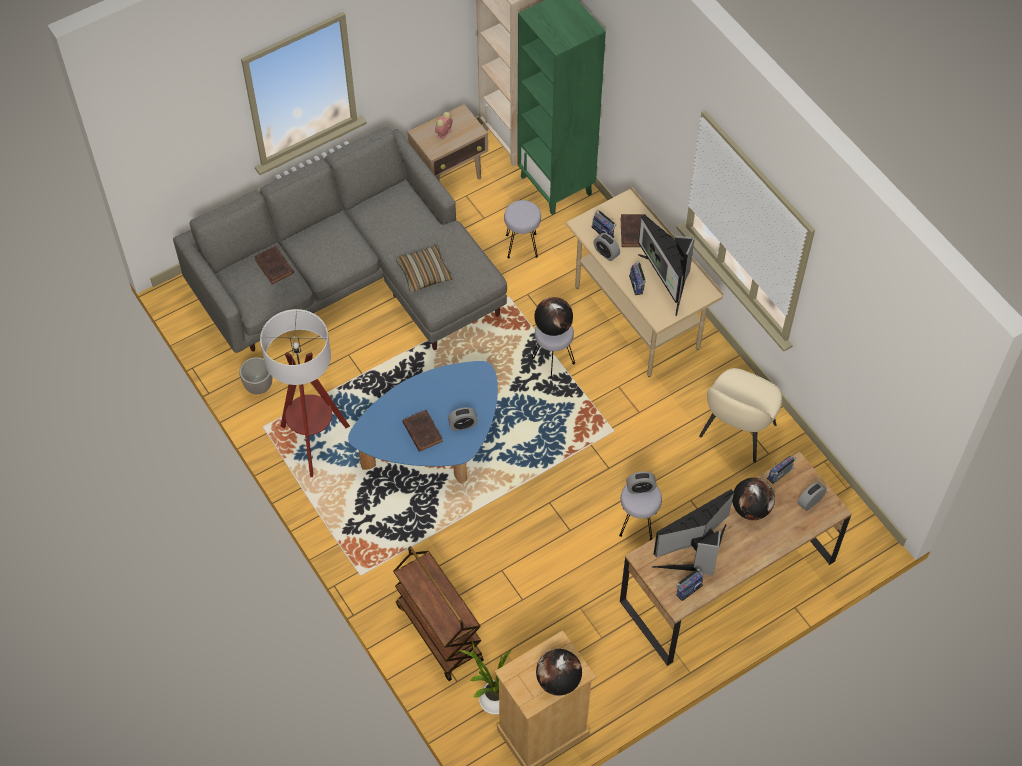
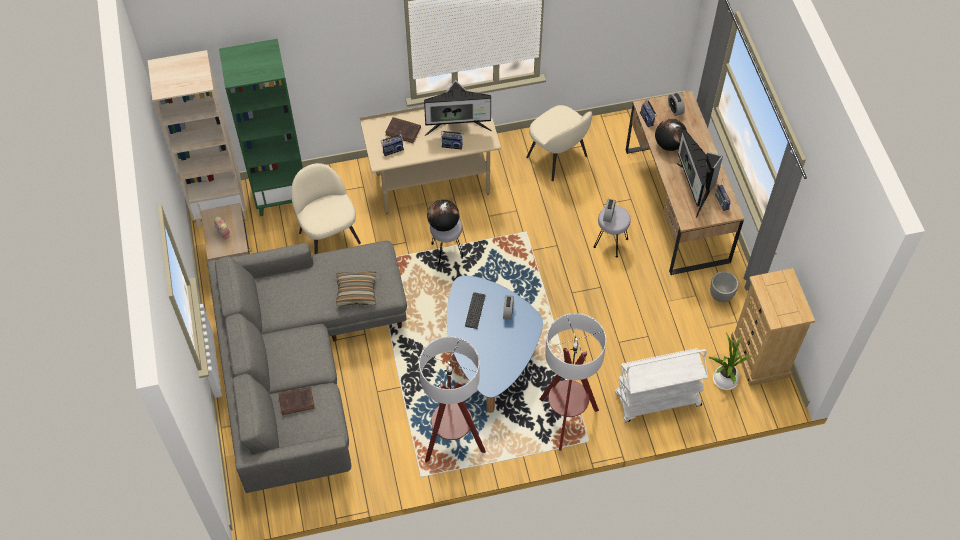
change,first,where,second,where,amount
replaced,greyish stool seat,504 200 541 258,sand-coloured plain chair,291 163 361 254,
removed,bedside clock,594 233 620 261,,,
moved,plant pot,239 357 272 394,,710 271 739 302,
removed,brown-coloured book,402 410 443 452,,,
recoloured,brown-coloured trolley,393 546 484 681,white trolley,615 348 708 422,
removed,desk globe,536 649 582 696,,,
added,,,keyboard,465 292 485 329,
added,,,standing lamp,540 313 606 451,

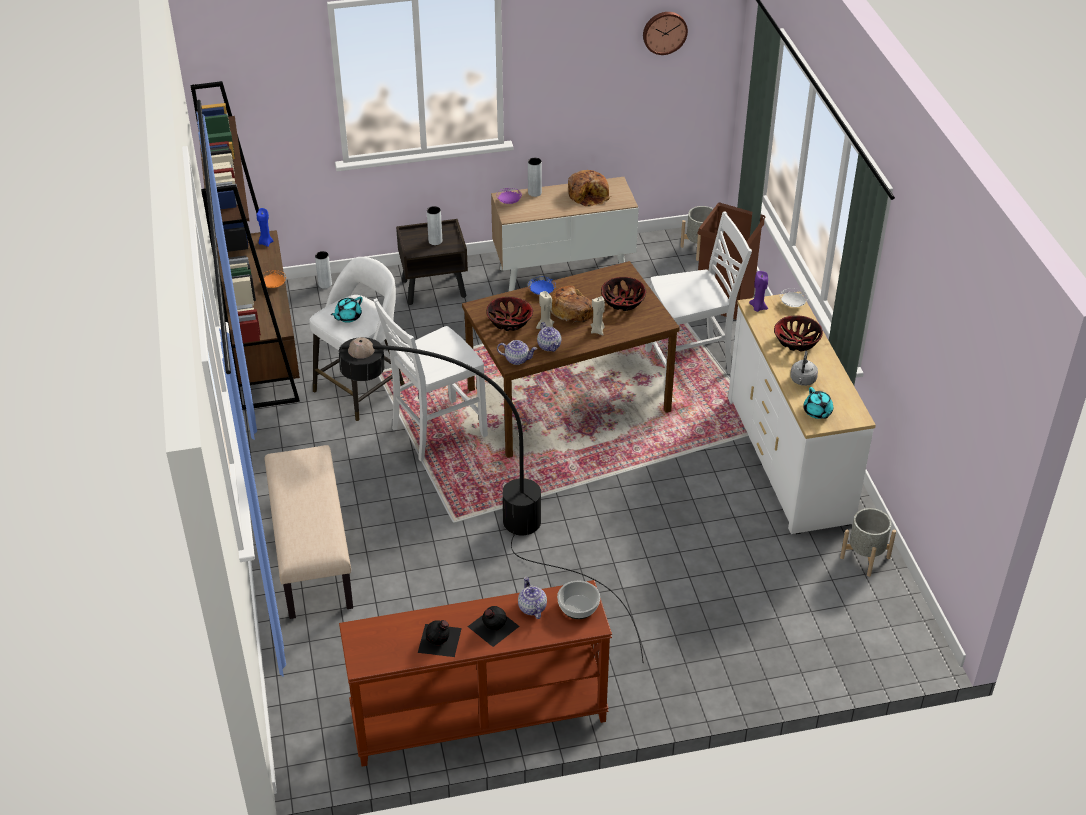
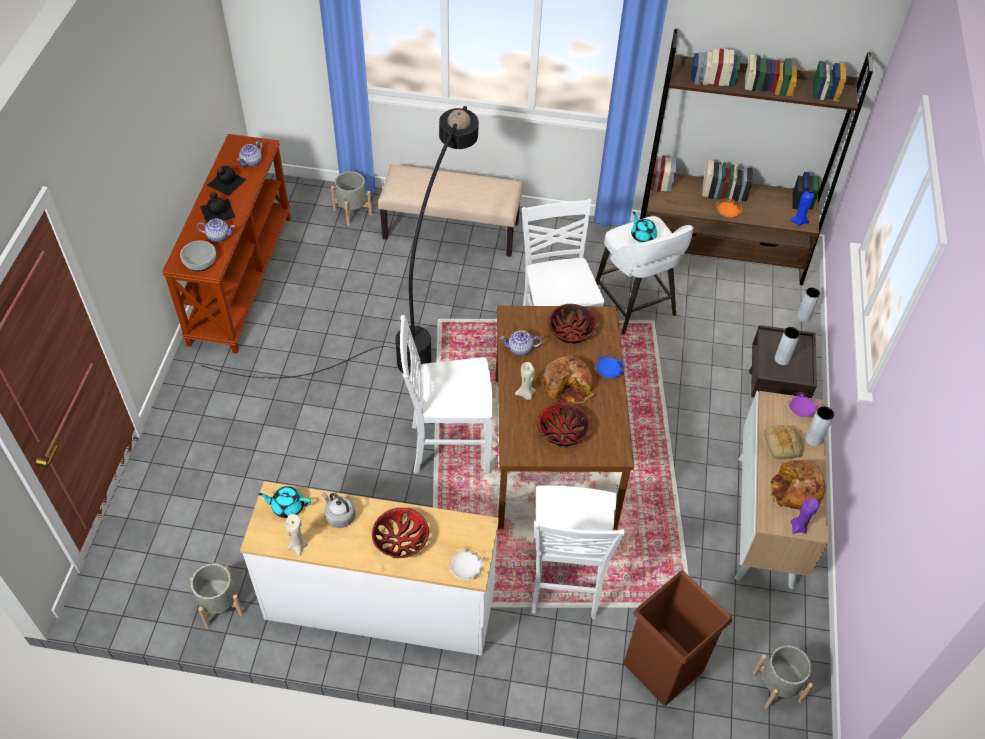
change,first,where,second,where,amount
removed,wall clock,643 12 688 55,,,
moved,purplish wax candle,749 271 768 312,,790 498 819 534,
moved,sand-coloured wax candle,536 291 554 329,,285 514 308 556,
moved,pot for tea,497 340 537 365,,237 141 262 167,
added,,,greyish plant pot,331 171 372 226,
added,,,white plain chair,400 315 493 474,
added,,,baked bread,764 425 803 459,

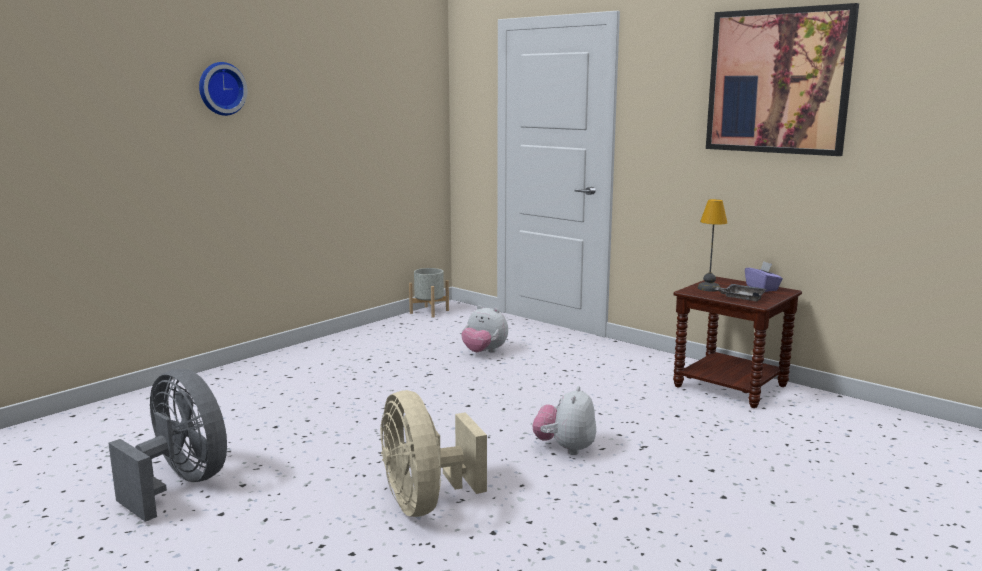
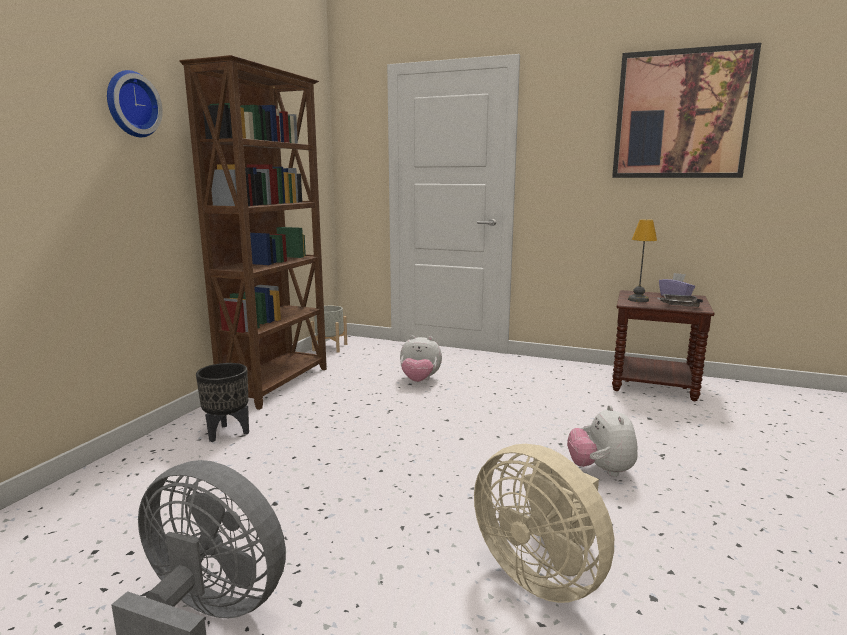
change,first,where,second,where,amount
added,,,brown-coloured bookshelf,179 55 327 410,
added,,,black-coloured plant pot,196 363 249 442,

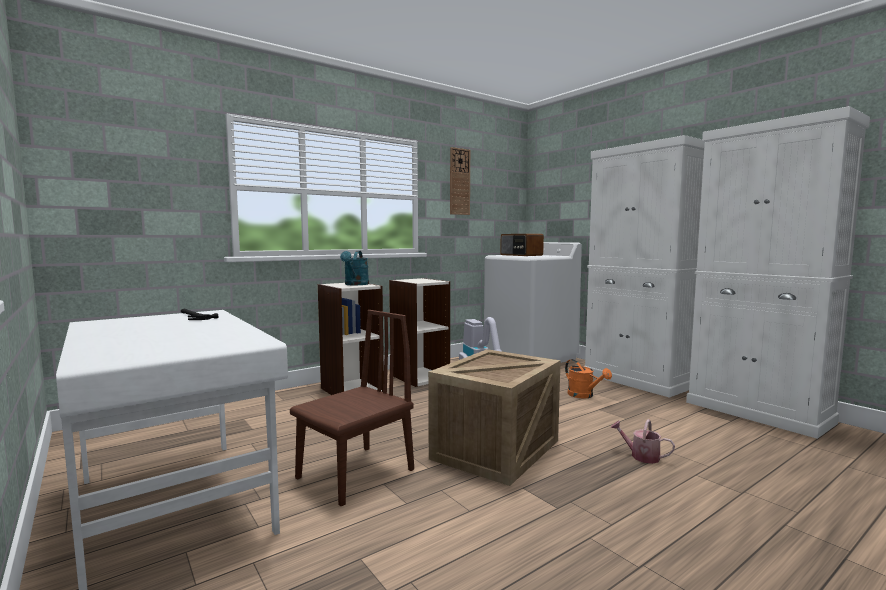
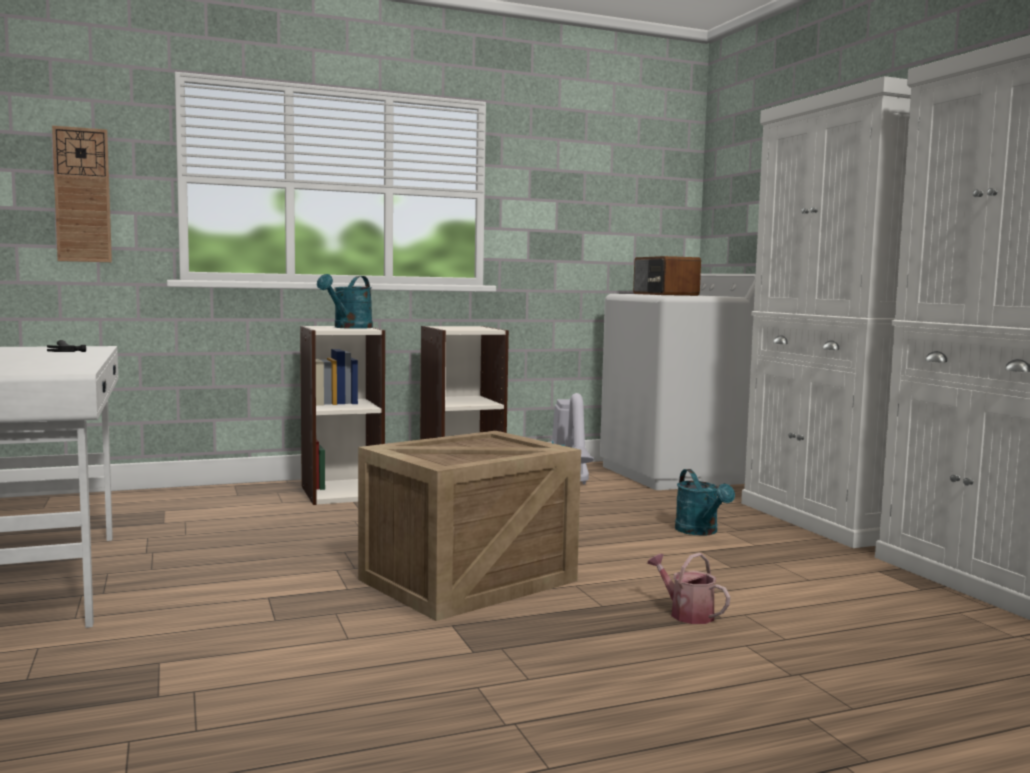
change,first,where,second,where,amount
moved,wall clock,450 147 470 215,,52 126 112 262,
removed,brown-coloured plain chair,290 310 414 507,,,
recoloured,orange-coloured watering pot,565 359 612 399,turquoise-coloured watering pot,675 469 735 536,

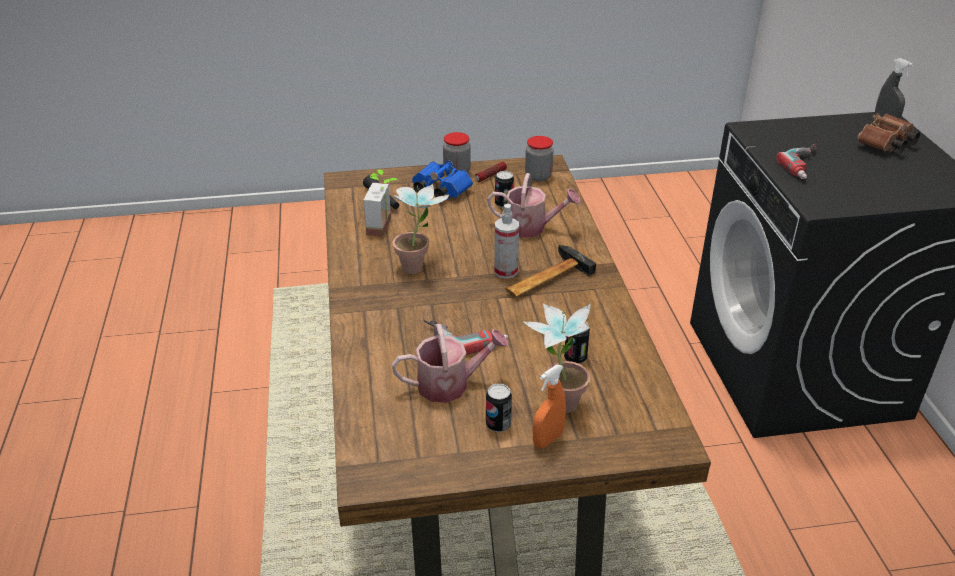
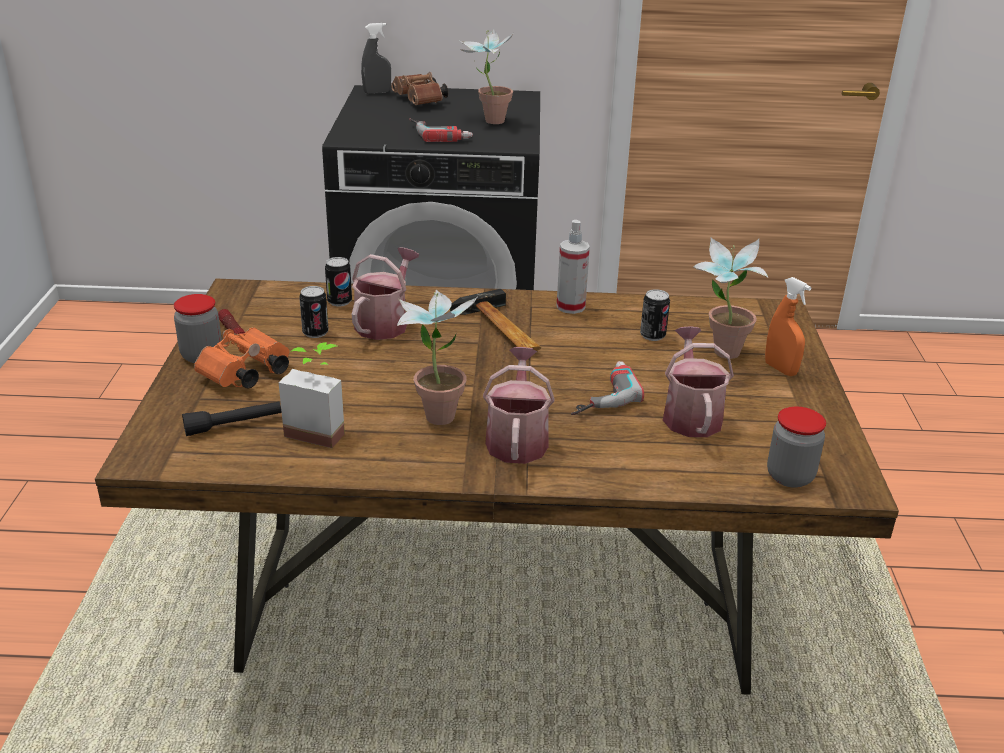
change,first,where,second,where,amount
moved,jar,525 136 554 181,,767 407 826 488,
recoloured,blue binoculars,412 160 473 200,orange-coloured binoculars,194 327 289 389,
moved,spray bottle,494 204 519 279,,557 220 590 314,
moved,metal can,486 383 512 432,,325 257 352 306,
added,,,potted plant,460 29 513 124,
added,,,watering pot,483 347 555 464,

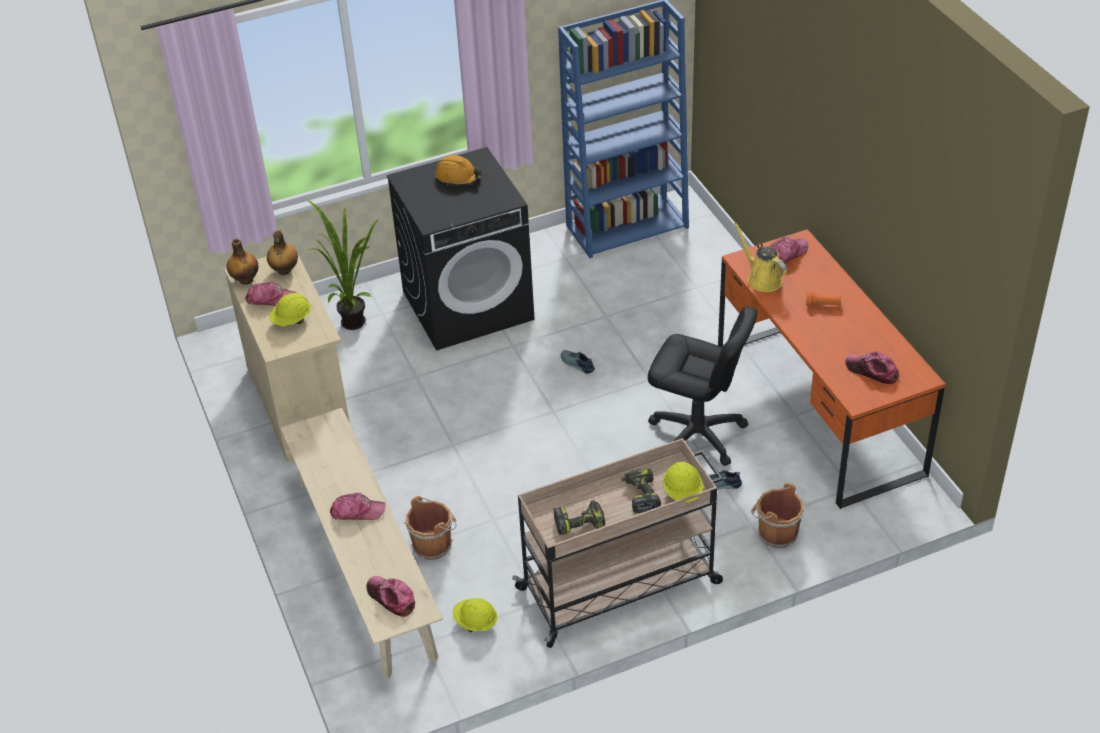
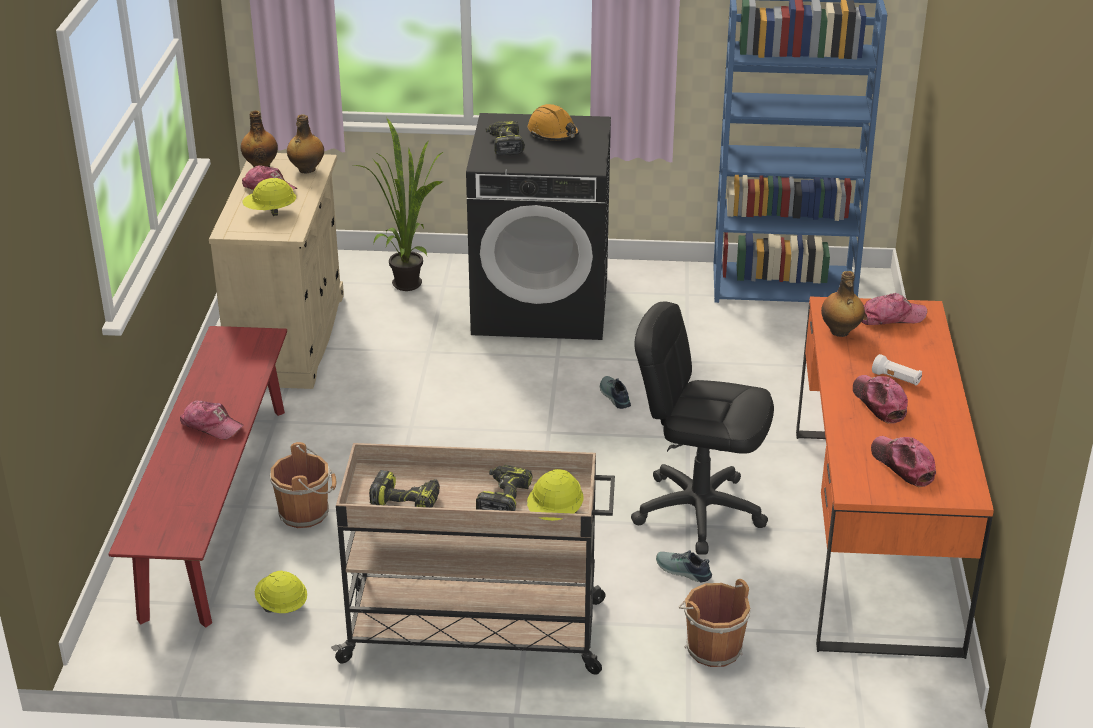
change,first,where,second,where,amount
replaced,yellow watering pot,734 222 787 292,drink bottle,821 271 865 337,
recoloured,orange-coloured flashlight,806 291 841 306,white flashlight,872 354 922 385,
turned,black-coloured desk chair,648 306 758 466,,631 302 774 555,150 degrees clockwise
recoloured,sand-coloured indoor bench,280 408 443 679,red indoor bench,108 326 287 627,
moved,cap,366 576 415 617,,853 375 908 424,
added,,,drill,486 121 525 155,

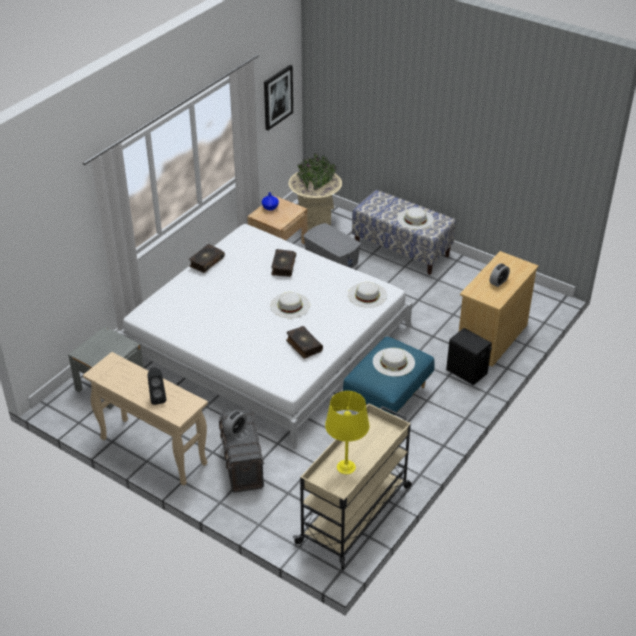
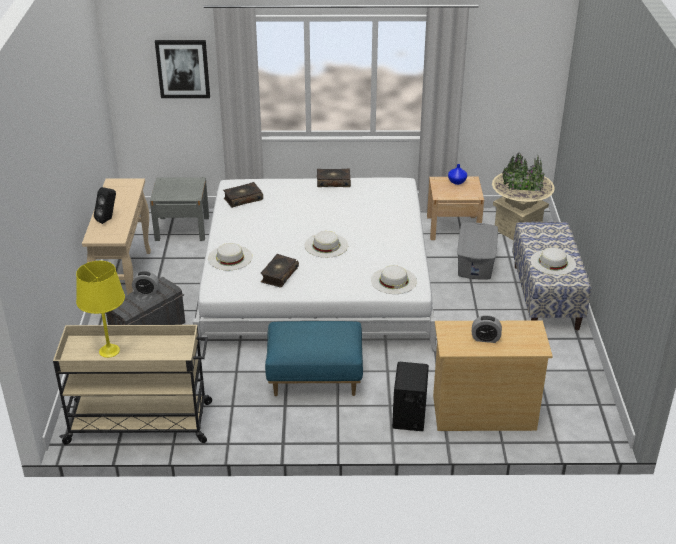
change,first,where,second,where,amount
moved,wall art,264 65 293 131,,155 40 210 98,
moved,book,271 249 296 277,,223 182 263 208,
moved,white clothing hat,373 348 415 377,,208 243 253 270,

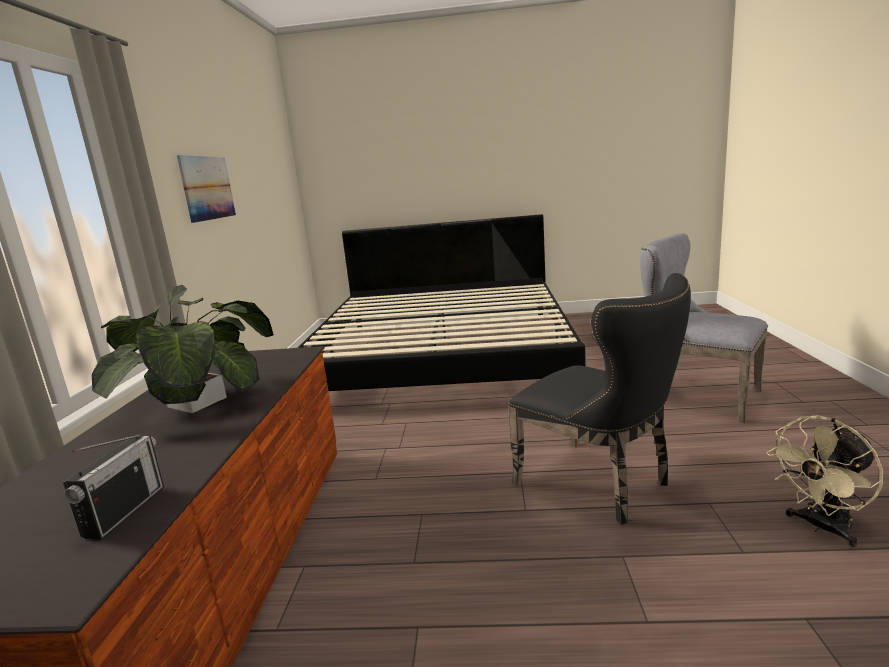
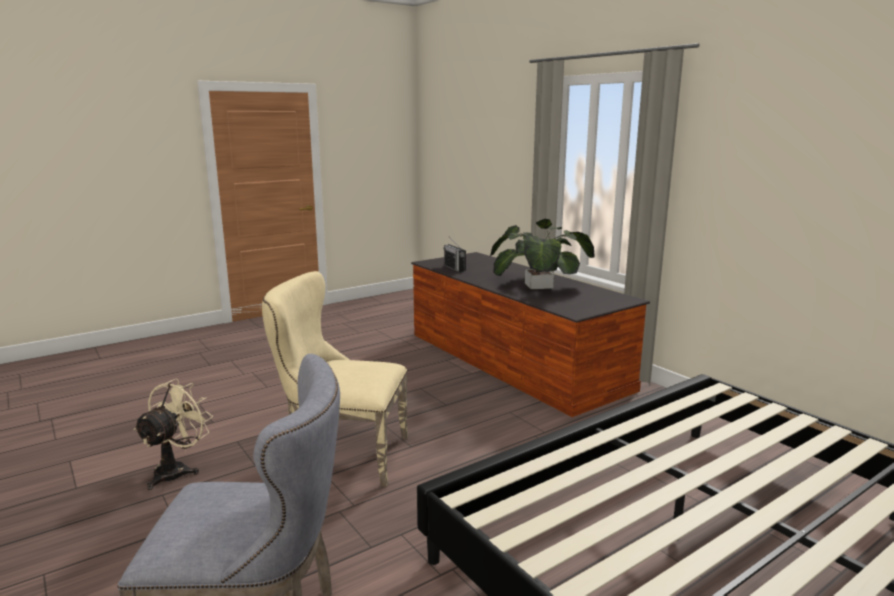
change,first,where,second,where,amount
removed,wall art,177 155 236 223,,,
recoloured,black-coloured plain chair,508 273 691 525,sand-coloured plain chair,262 271 408 487,

